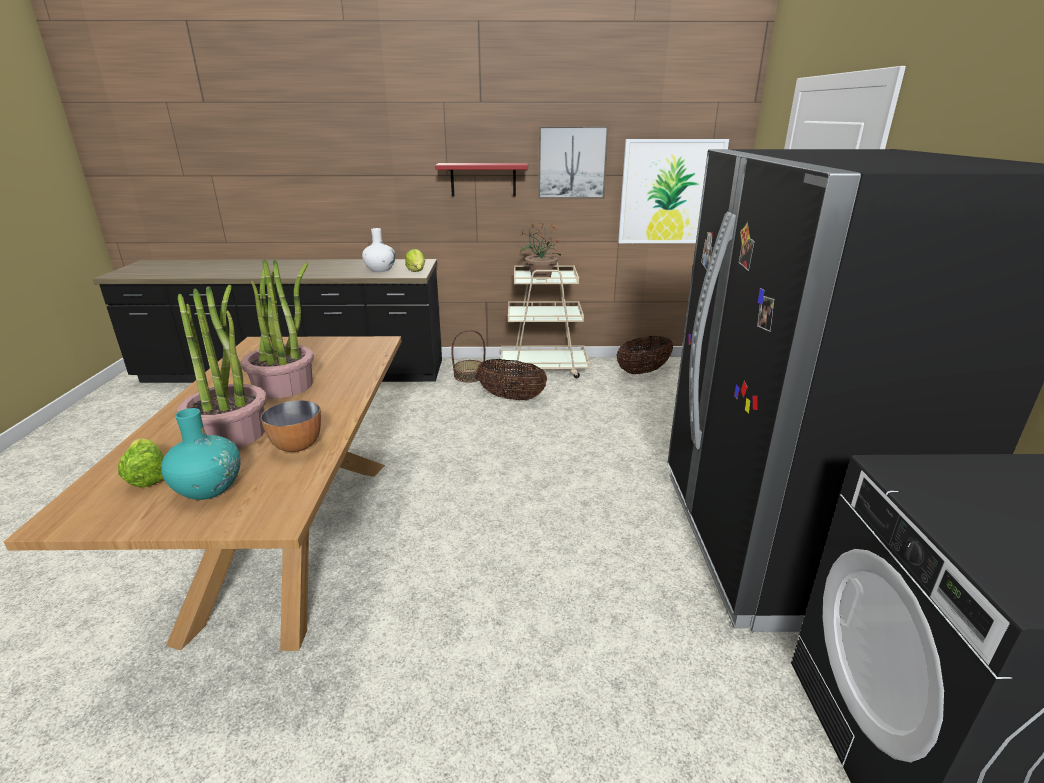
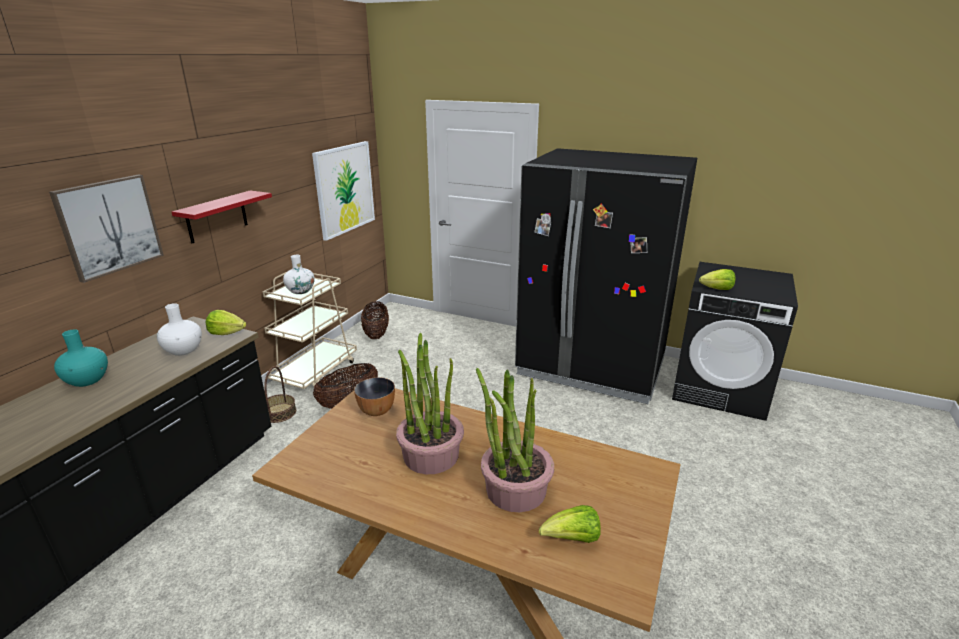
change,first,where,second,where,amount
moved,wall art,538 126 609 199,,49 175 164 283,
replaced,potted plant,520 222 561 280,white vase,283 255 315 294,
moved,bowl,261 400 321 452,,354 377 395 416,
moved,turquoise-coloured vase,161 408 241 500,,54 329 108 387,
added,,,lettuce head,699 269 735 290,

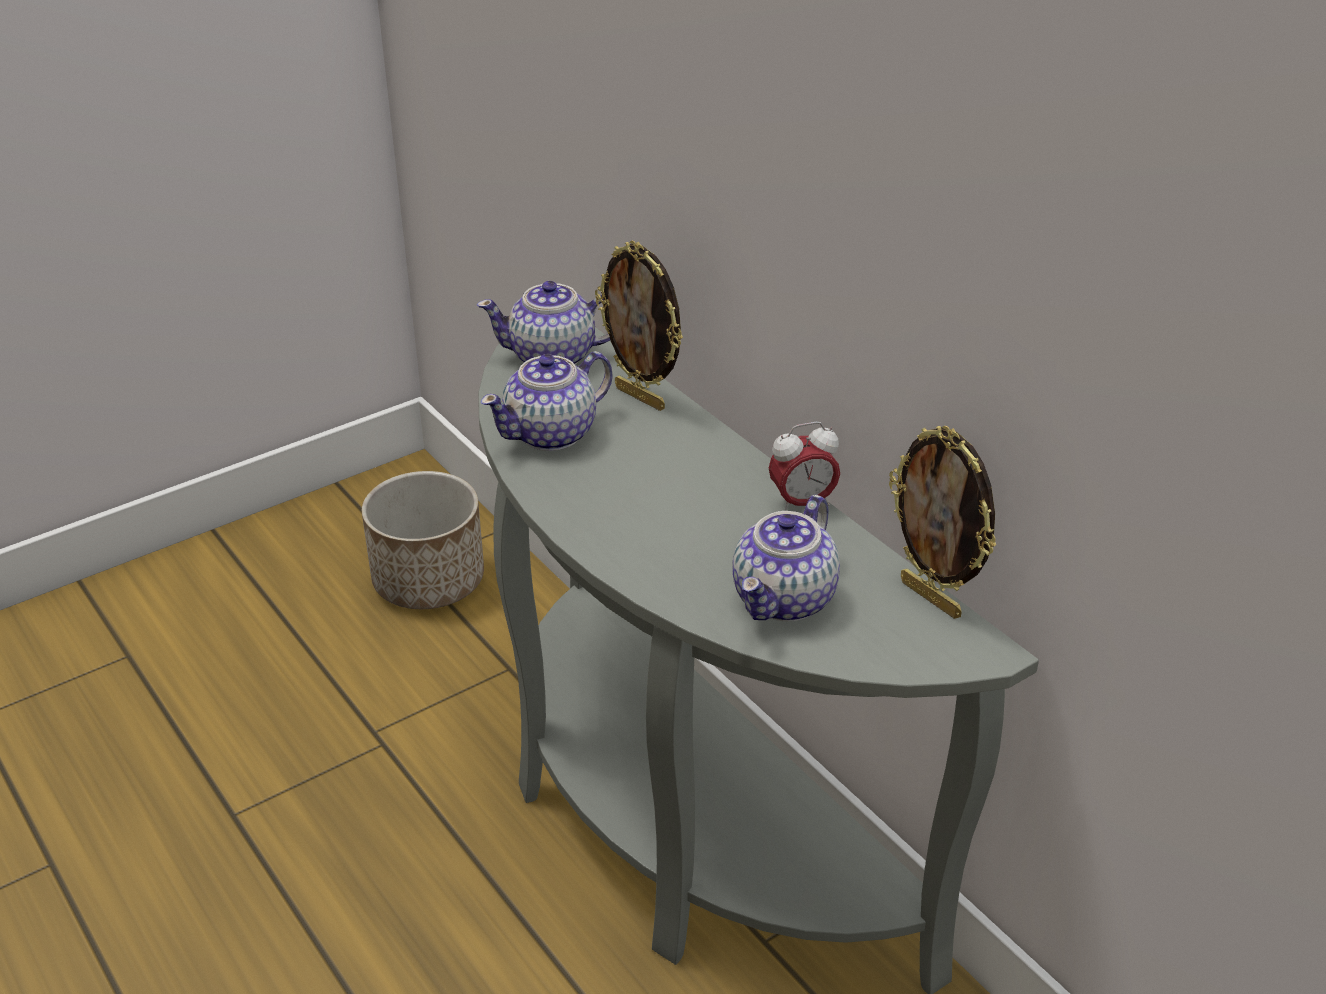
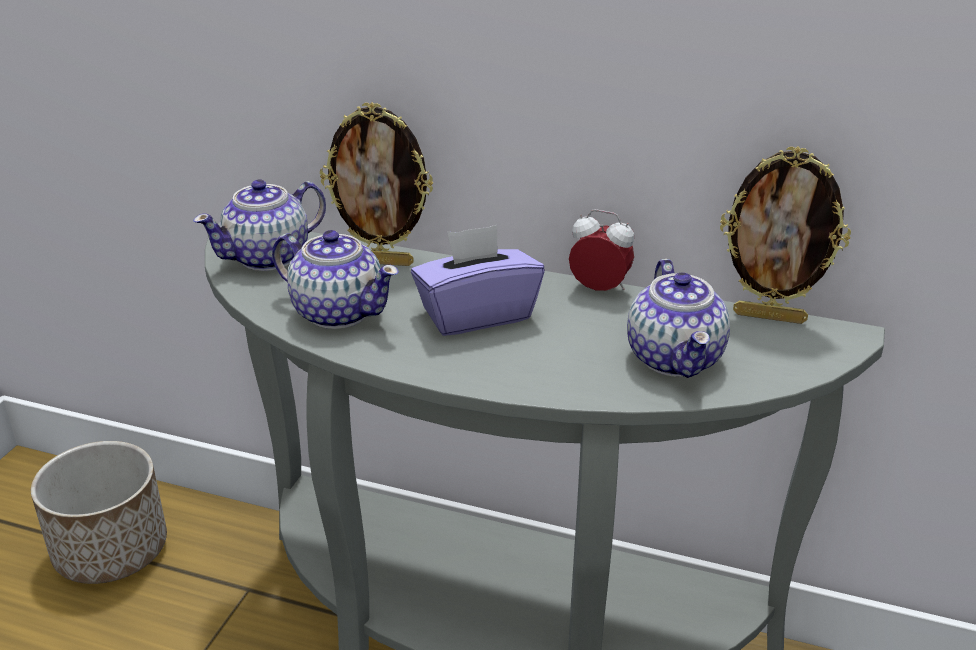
change,first,where,second,where,amount
turned,pot for tea,481 351 613 451,,272 230 399 329,75 degrees counterclockwise
turned,bedside clock,769 422 840 511,,569 209 634 291,105 degrees counterclockwise
added,,,purplish box of tissues,411 225 545 336,

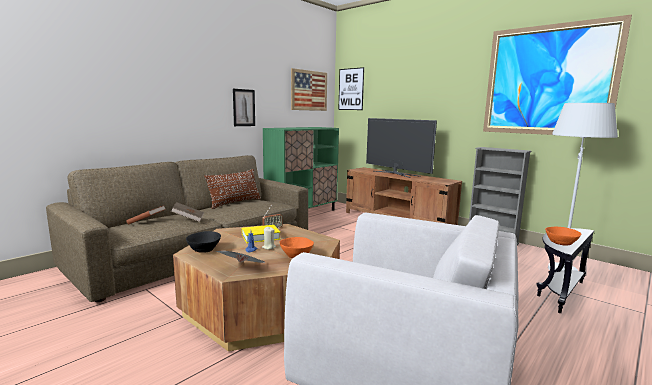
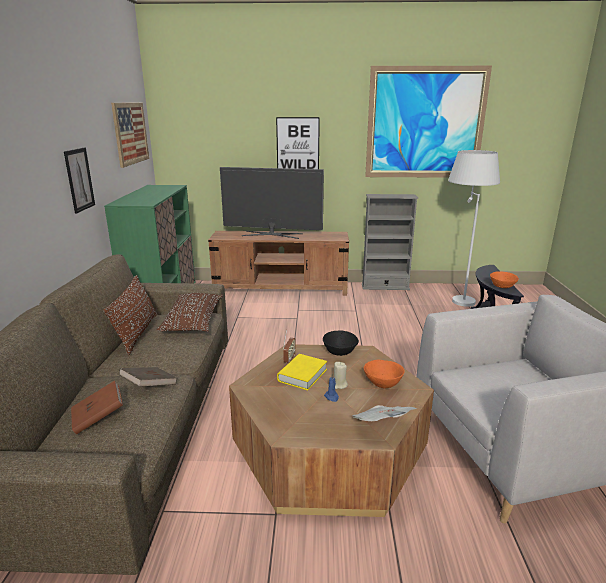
change,first,where,second,where,amount
moved,wall art,338 67 364 110,,276 117 320 169,
moved,black-coloured bowl,186 231 221 253,,323 331 359 356,
added,,,brown-coloured cushion,157 293 223 332,

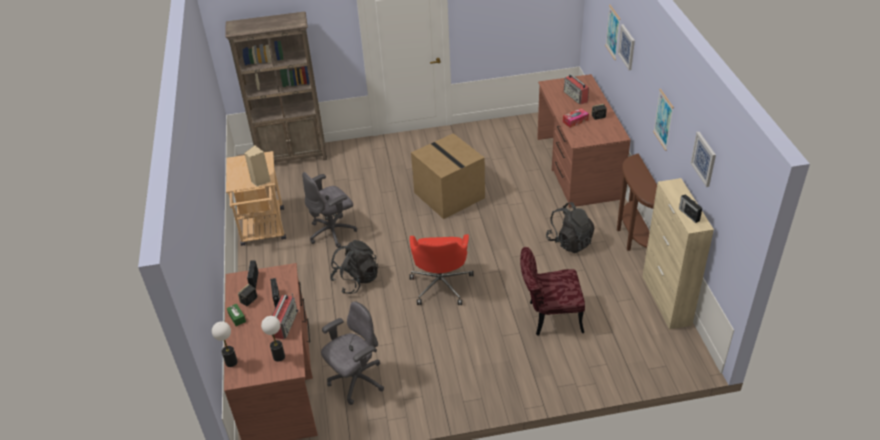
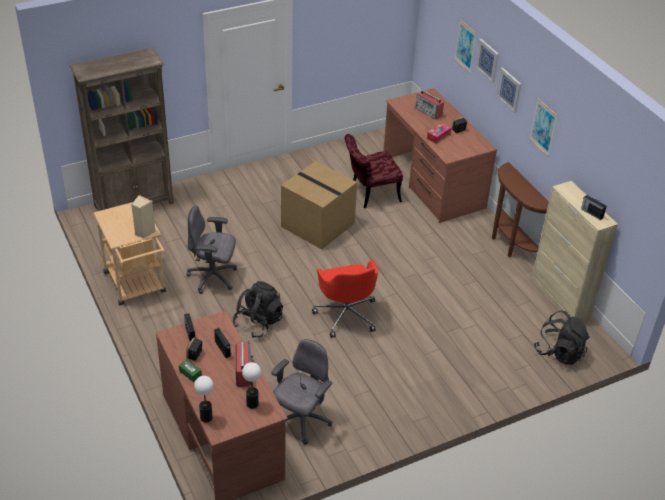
change,first,where,second,where,amount
moved,wall art,691 132 716 187,,496 68 521 113,
turned,greyish desk chair,302 172 357 248,,186 205 237 294,60 degrees clockwise
moved,black-coloured rucksack,546 202 594 253,,534 311 590 365,
moved,red plain chair,520 247 585 335,,345 134 403 209,

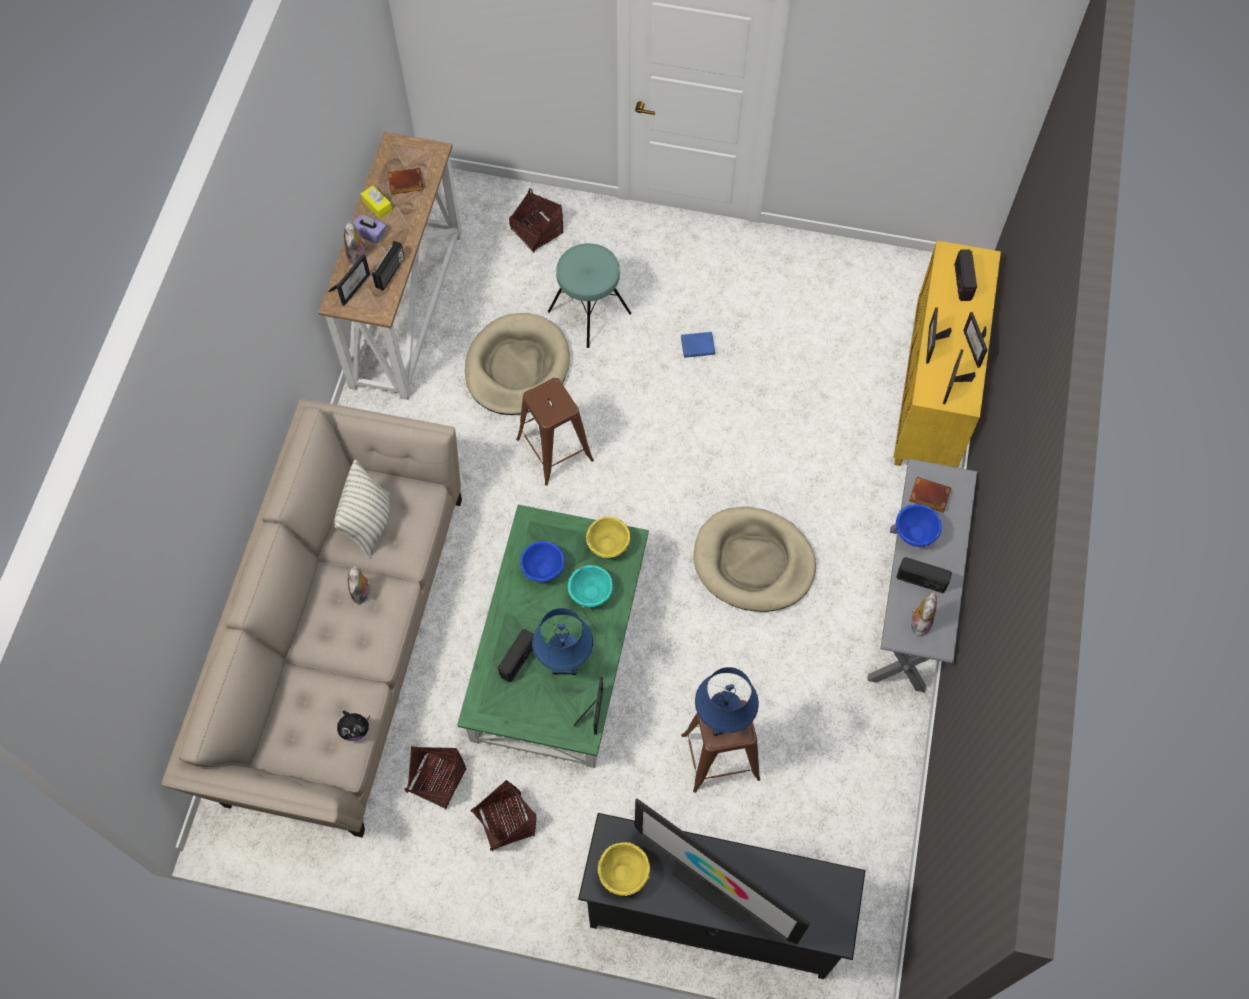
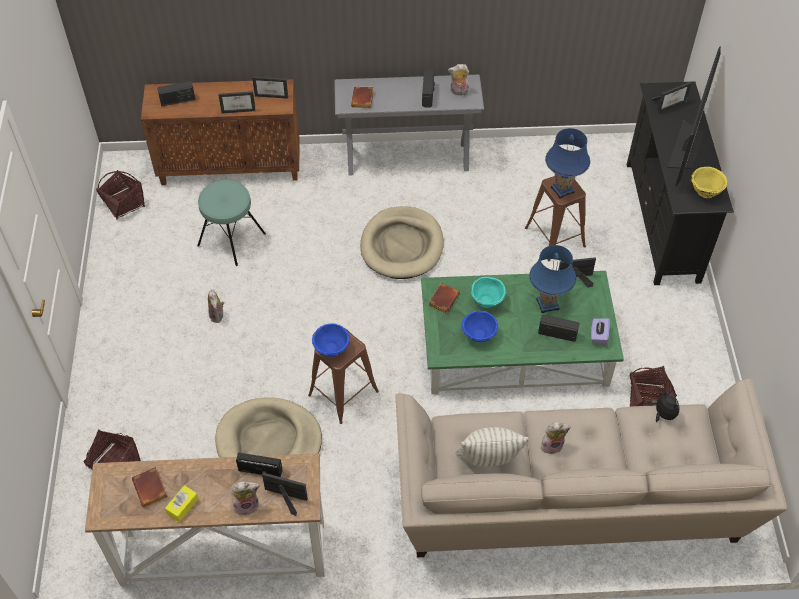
change,first,where,second,where,amount
moved,purplish box of tissues,352 215 386 243,,591 318 610 345,
recoloured,yellow storage cabinet,894 241 1001 468,brown-coloured storage cabinet,141 79 299 185,
moved,turquoise-coloured stool seat,548 243 632 348,,197 180 266 266,
moved,photo frame,963 312 988 368,,652 82 691 113,
replaced,blue book,681 332 715 358,cuddly toy,208 289 224 323,
moved,blue bowl,895 504 942 548,,312 323 350 357,
replaced,yellow bowl,586 517 630 558,brown-coloured book,428 283 460 313,
moved,storage basket,470 780 536 851,,96 170 145 220,

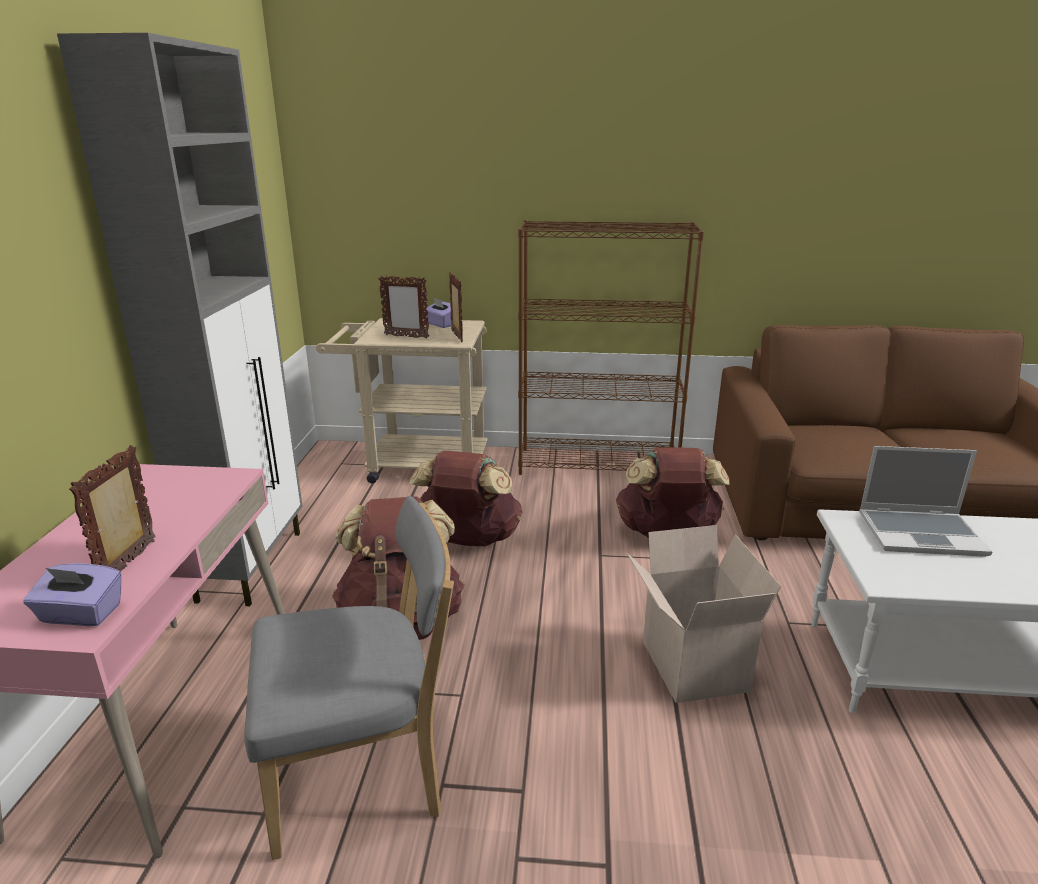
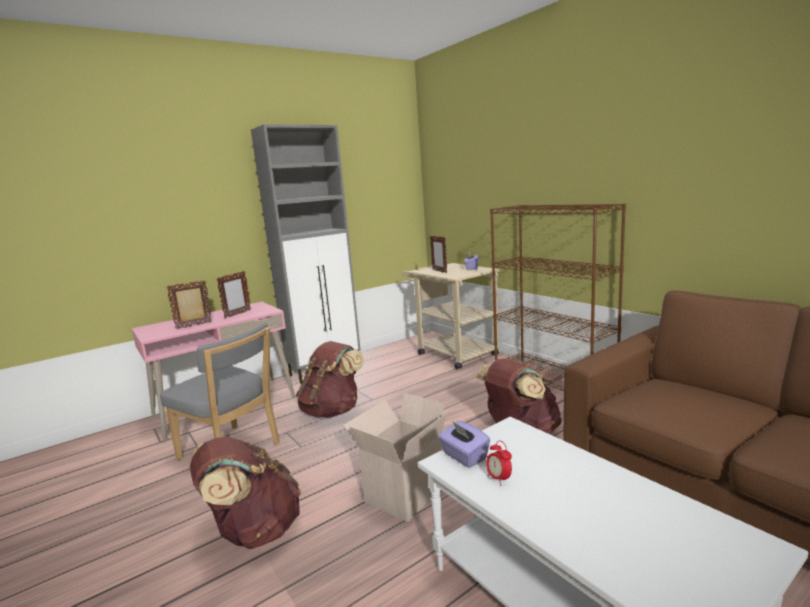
change,first,where,second,where,amount
moved,photo frame,449 272 463 342,,216 271 251 318,
removed,portable computer,859 446 992 557,,,
moved,brown-coloured rucksack,409 451 522 546,,190 437 301 549,
moved,purplish box of tissues,23 563 121 626,,438 421 490 468,
added,,,bedside clock,486 440 512 486,

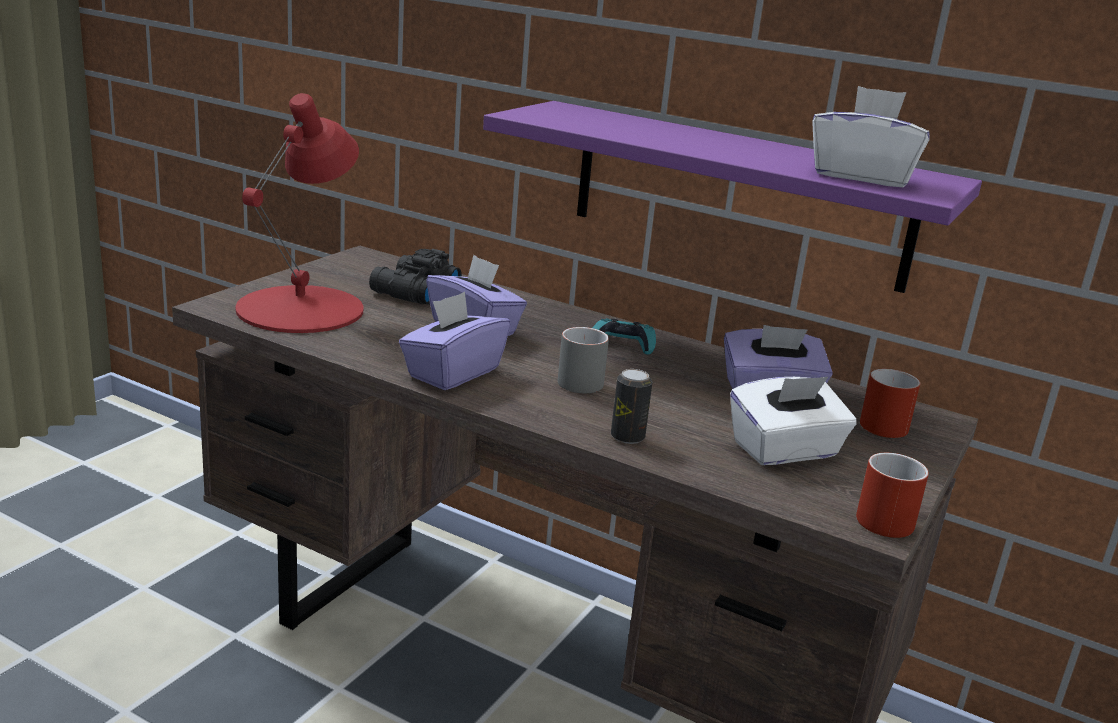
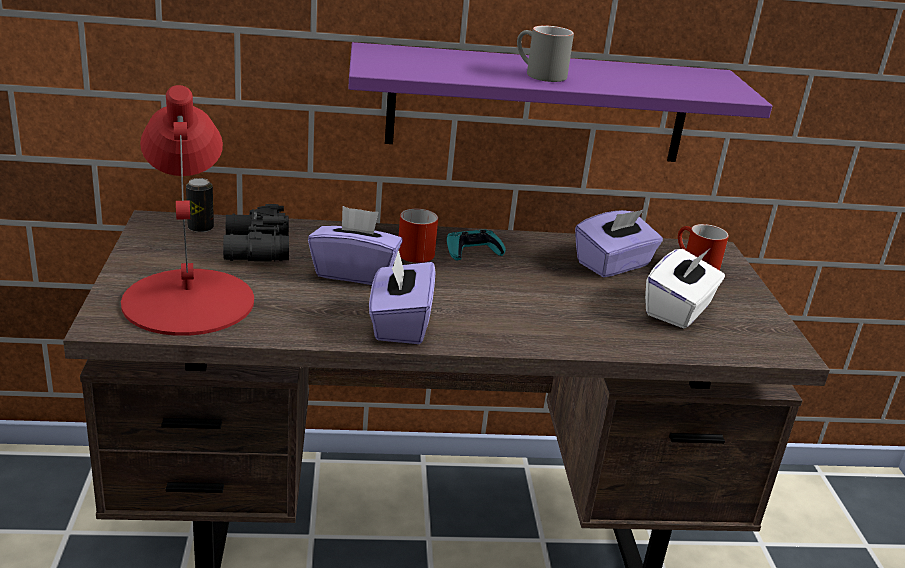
change,first,where,second,where,amount
removed,white box of tissues,812 86 930 188,,,
moved,greyish tea mug,558 327 609 393,,517 26 574 82,
moved,metal can,611 369 653 444,,186 178 214 233,
moved,red tea mug,856 453 929 538,,399 208 438 263,

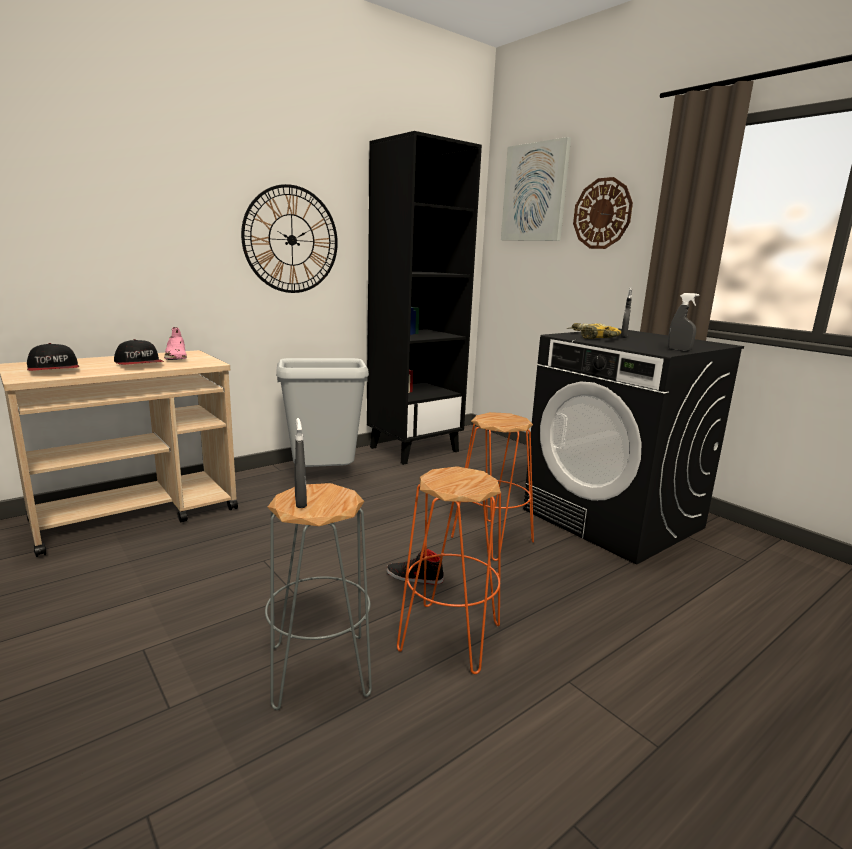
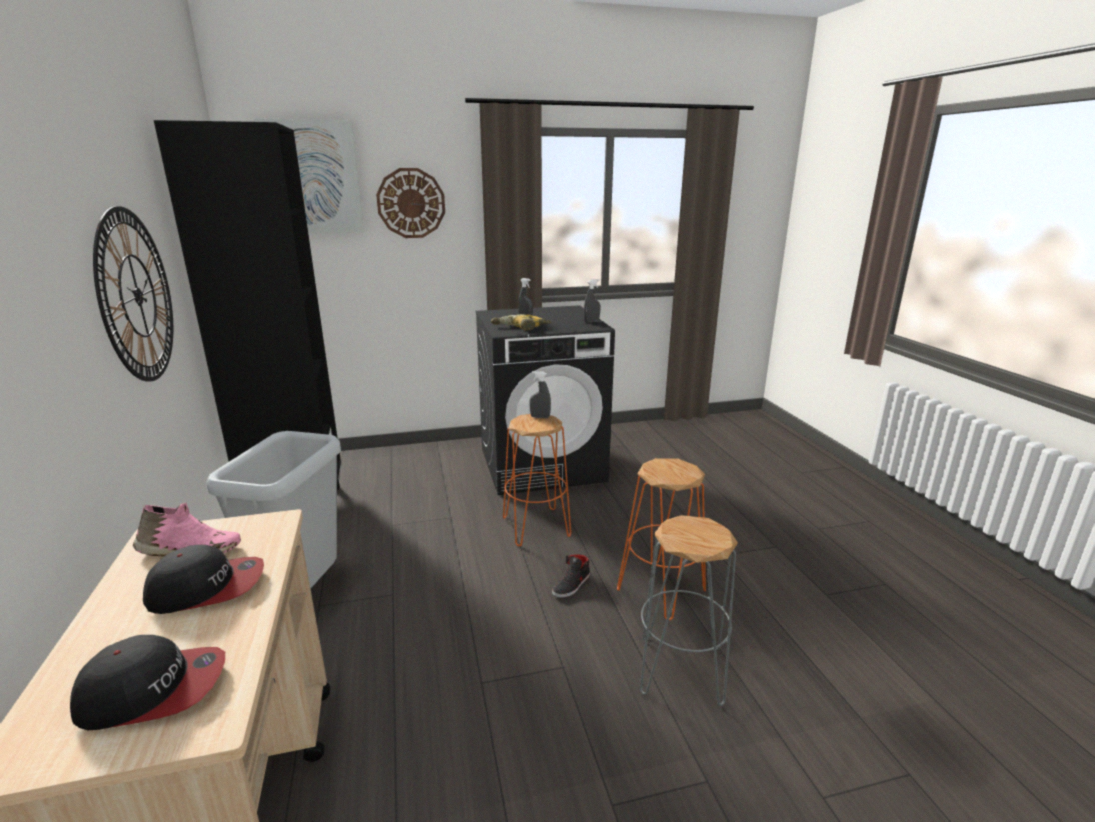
change,first,where,second,where,amount
moved,greyish spray bottle,294 418 307 508,,529 371 551 418,

